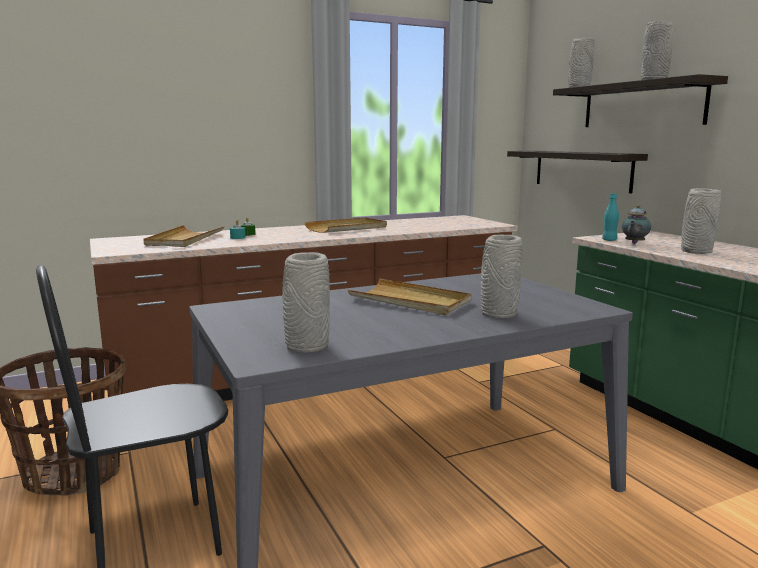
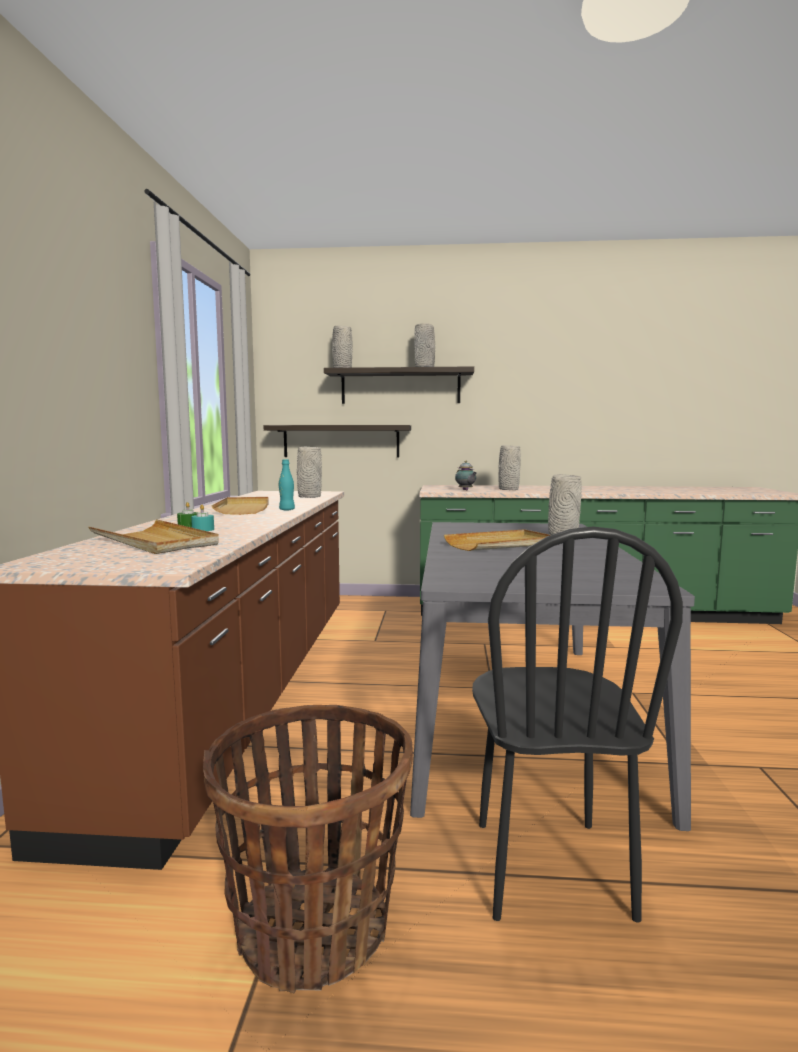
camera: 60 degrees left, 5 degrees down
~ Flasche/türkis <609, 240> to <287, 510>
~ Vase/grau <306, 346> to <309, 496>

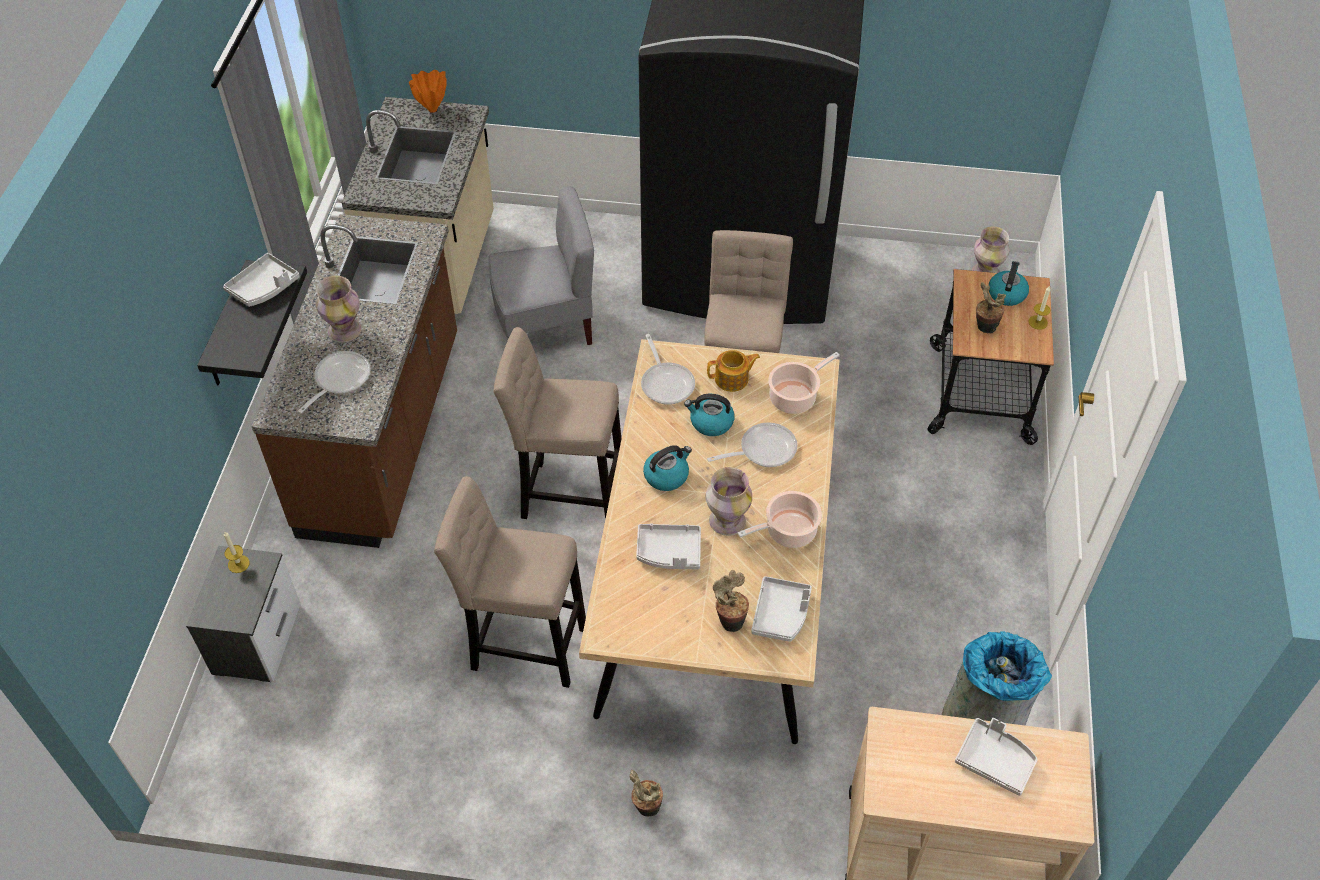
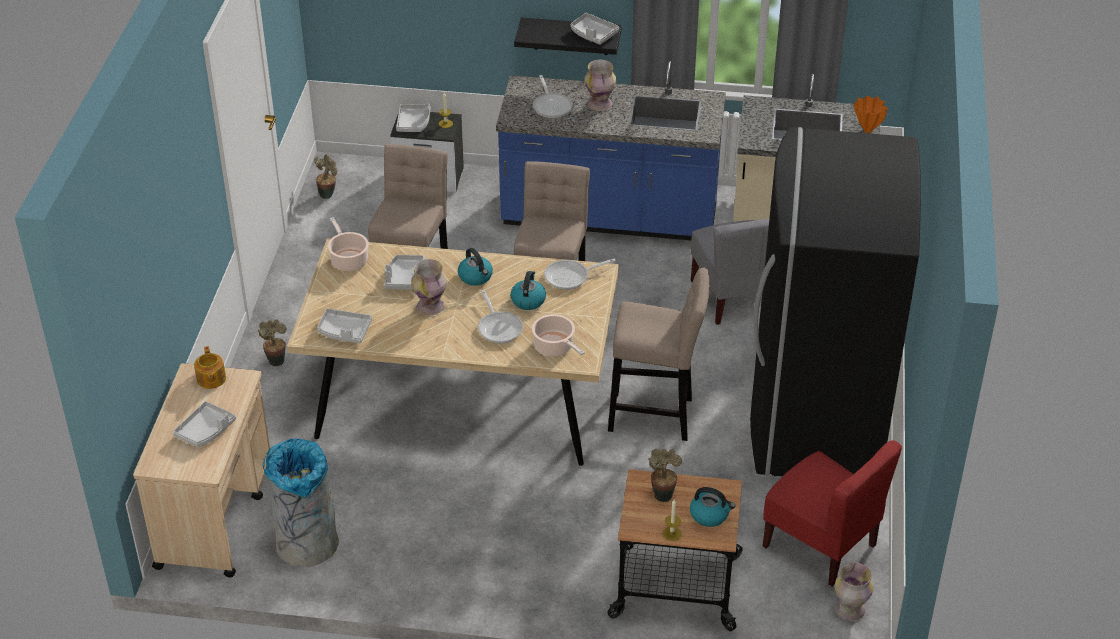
camera: 90 degrees right, 10 degrees down
~ Küchenzeile/braun <384, 436> to Küchenzeile/blau <609, 218>
~ Teekanne <732, 379> to <211, 379>
~ Pfanne <339, 380> = <551, 106> 45 degrees clockwise
~ Kochtopf <788, 531> to <348, 260>
~ Topfpflanze <729, 620> to <328, 194>
+ Tablett/grau <414, 123>
+ Stuhl/rot <821, 545>

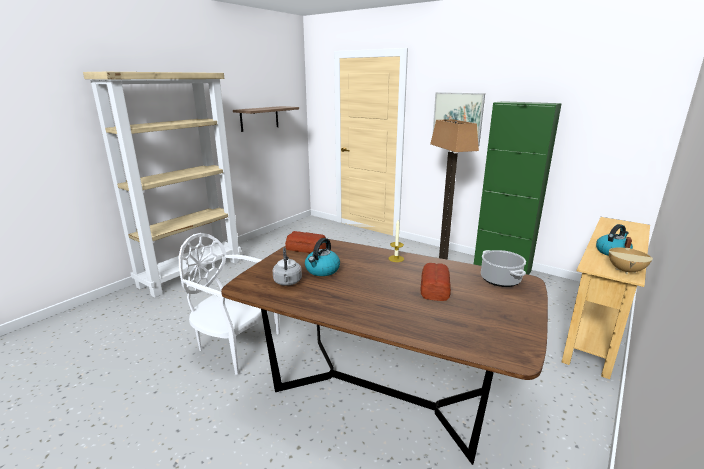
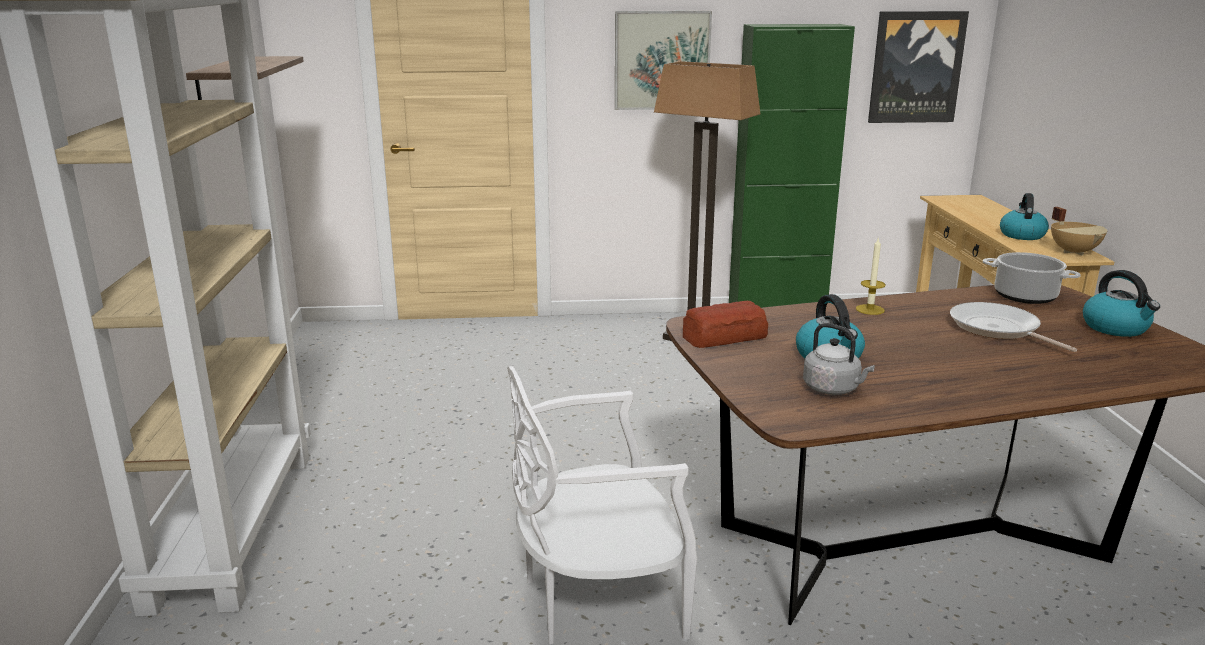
camera: 40 degrees left, 0 degrees up
~ Brot <434, 288> to Pfanne <997, 329>
+ Bild <916, 67>
+ Wasserkessel <1116, 328>

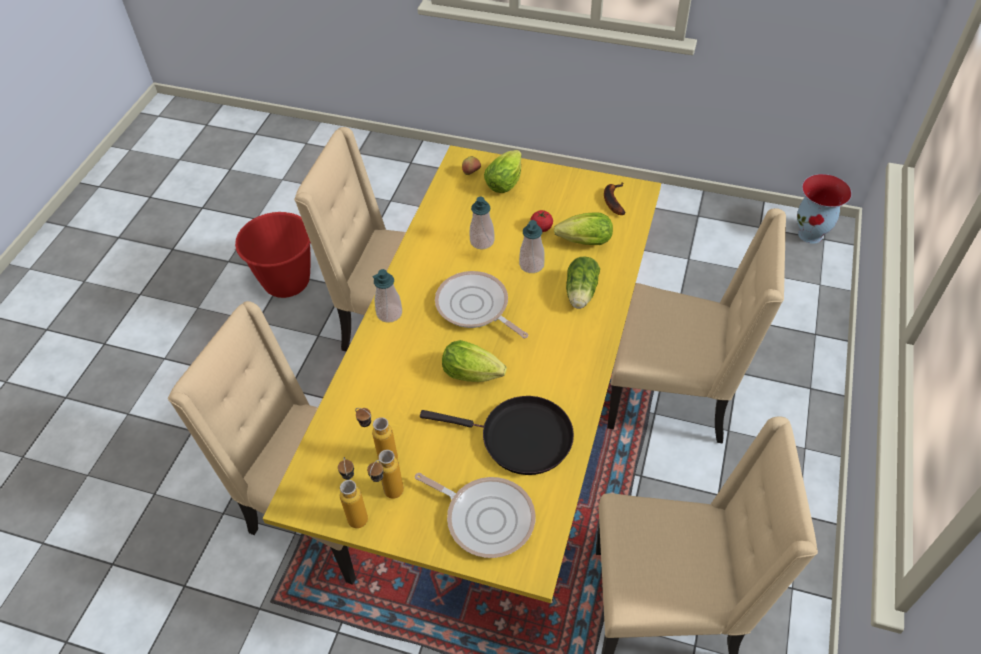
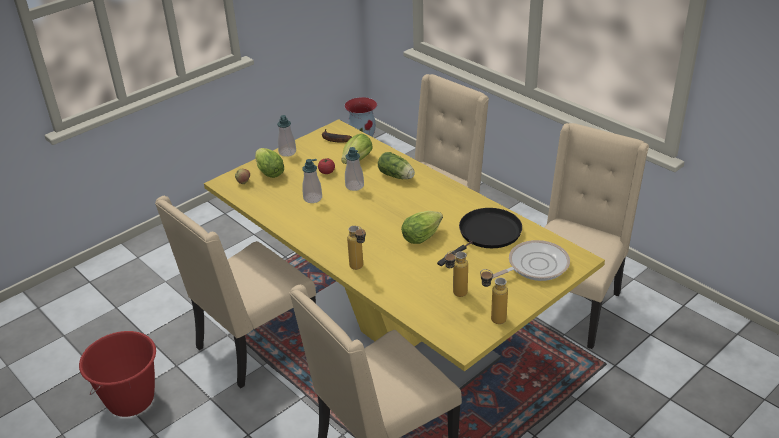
camera: 60 degrees left, 15 degrees down
~ Seifenspender <389, 313> to <287, 152>
- Pfanne <475, 307>
~ Flasche <389, 497> to <359, 269>

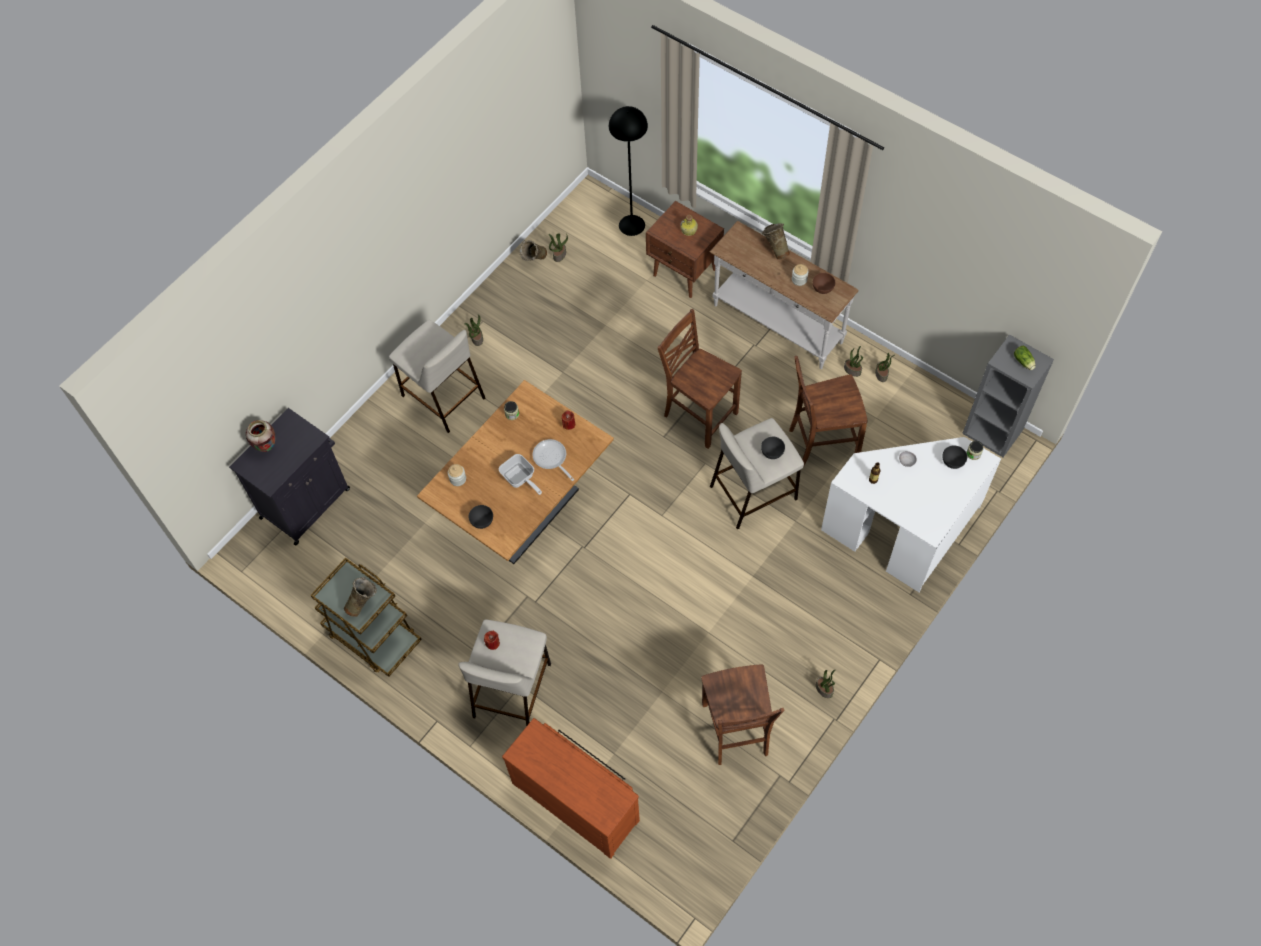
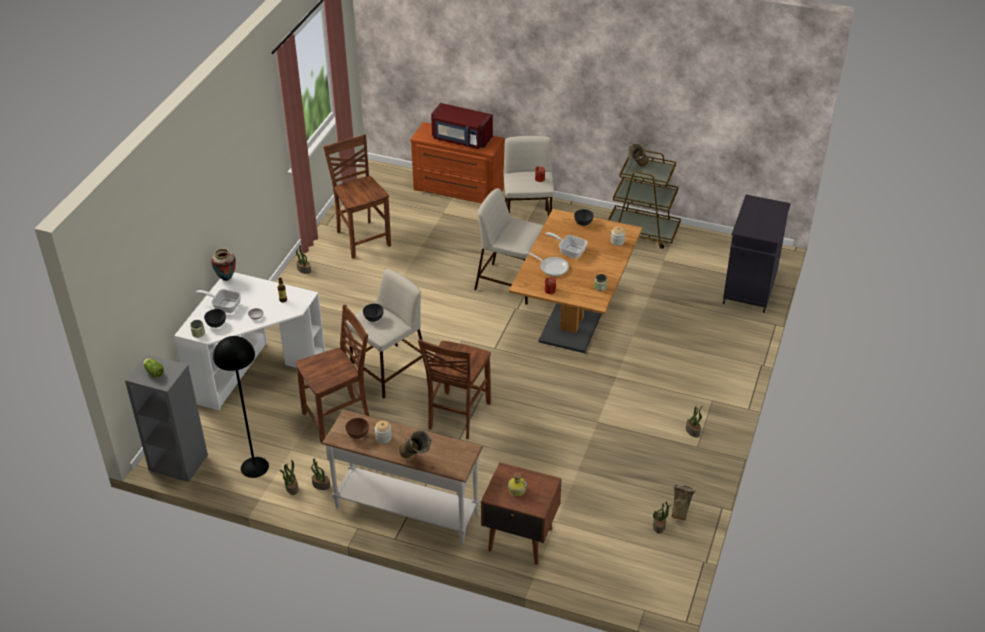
camera: 160 degrees right, 20 degrees down
~ Stehlampe/schwarz <632, 225> to <254, 467>
~ Stuhl/braun <699, 414> = <457, 416> 90 degrees clockwise
~ Hocker/beige <442, 396> to <510, 283>
~ Vase <267, 447> to <226, 278>
+ Mikrowelle/rot <461, 139>
+ Pfanne <224, 306>

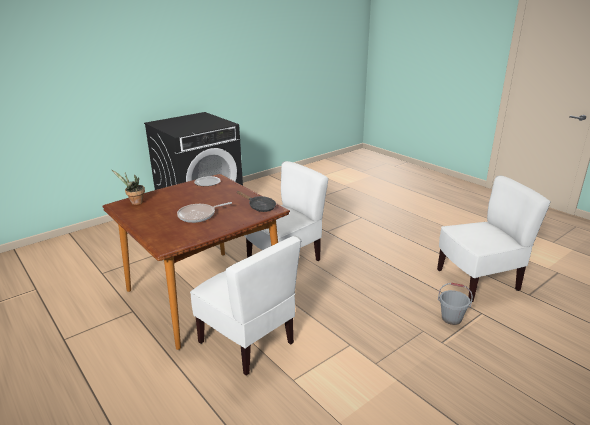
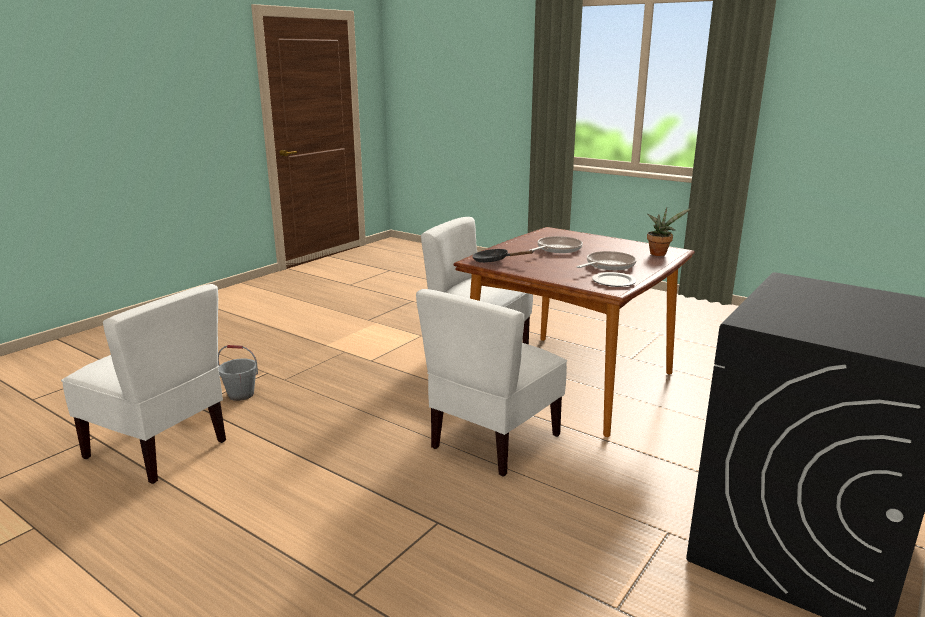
camera: 165 degrees right, 5 degrees down
~ Stuhl/weiß <478, 281> = <159, 448> 120 degrees counterclockwise
+ Pfanne <608, 265>

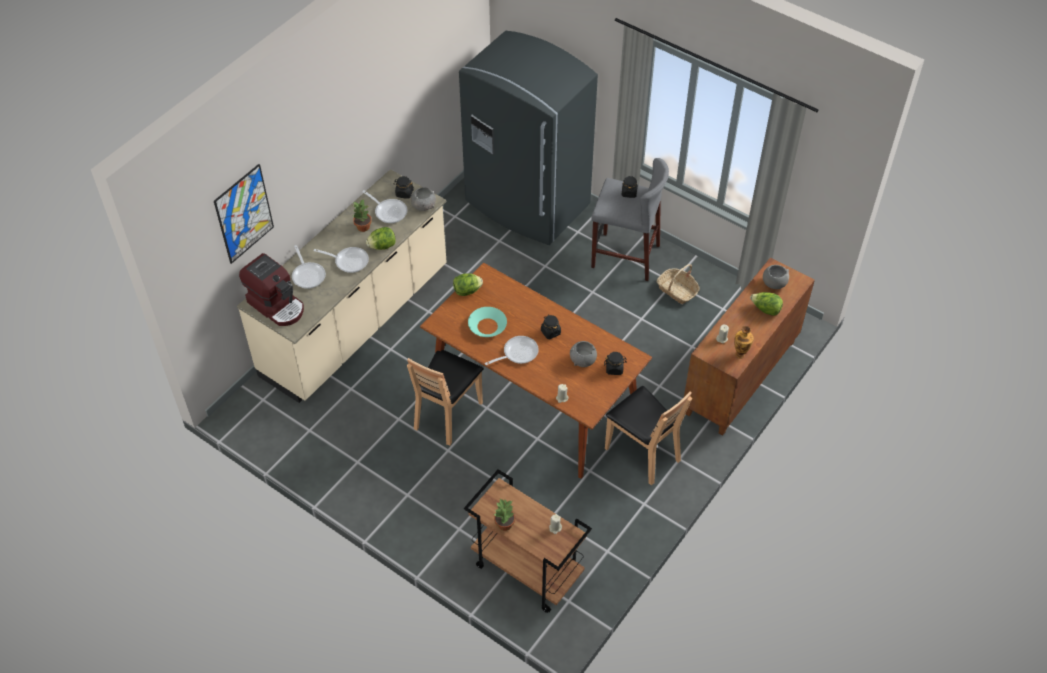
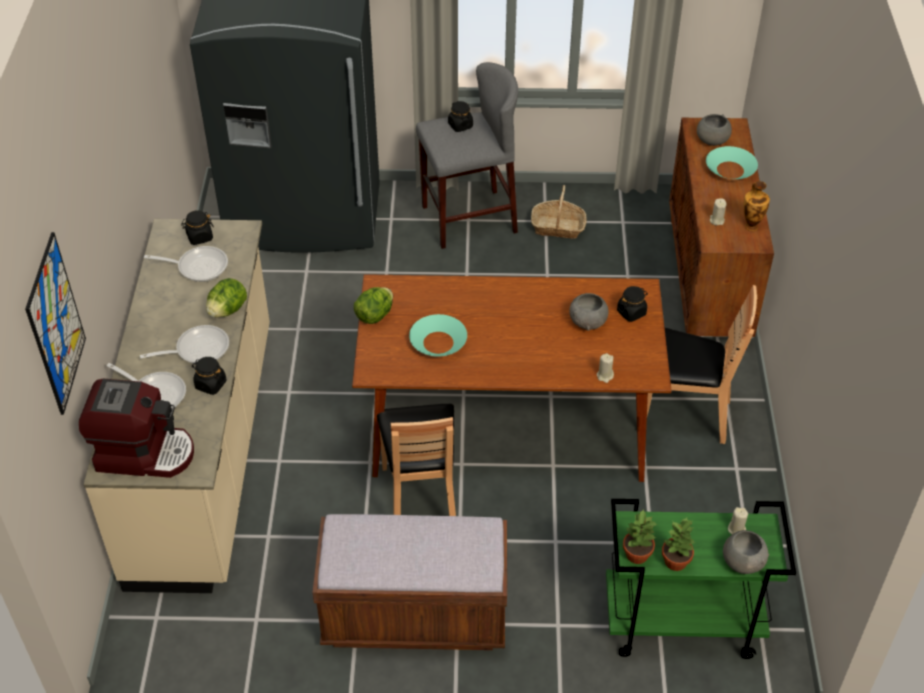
camera: 35 degrees left, 5 degrees down
~ Schüssel/grau <424, 206> to <742, 562>
~ Topfpflanze <363, 227> to <636, 555>
~ Salatkopf <765, 309> to Schüssel/türkis <730, 170>
~ Vorratsglas/schwarz <550, 332> to <210, 384>
- Pfanne <517, 353>
~ Rollwagen/braun <526, 570> to Rollwagen/grün <680, 624>
+ Bank/braun <414, 615>

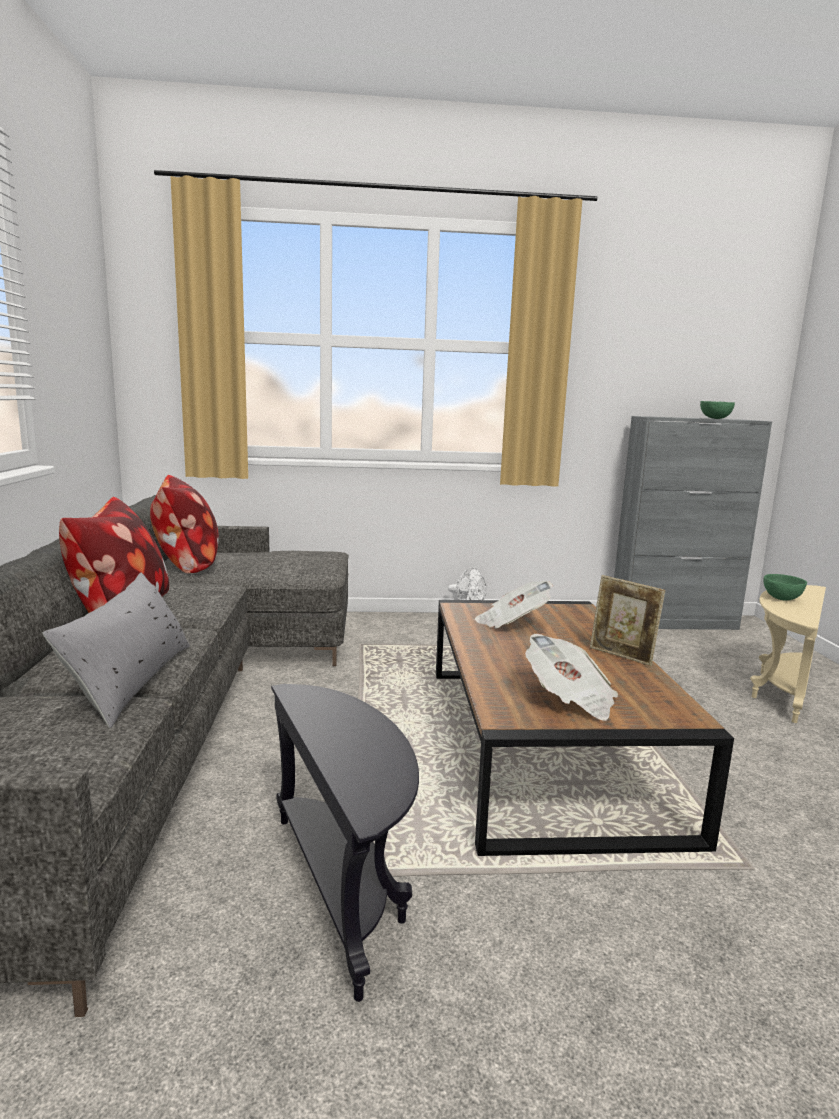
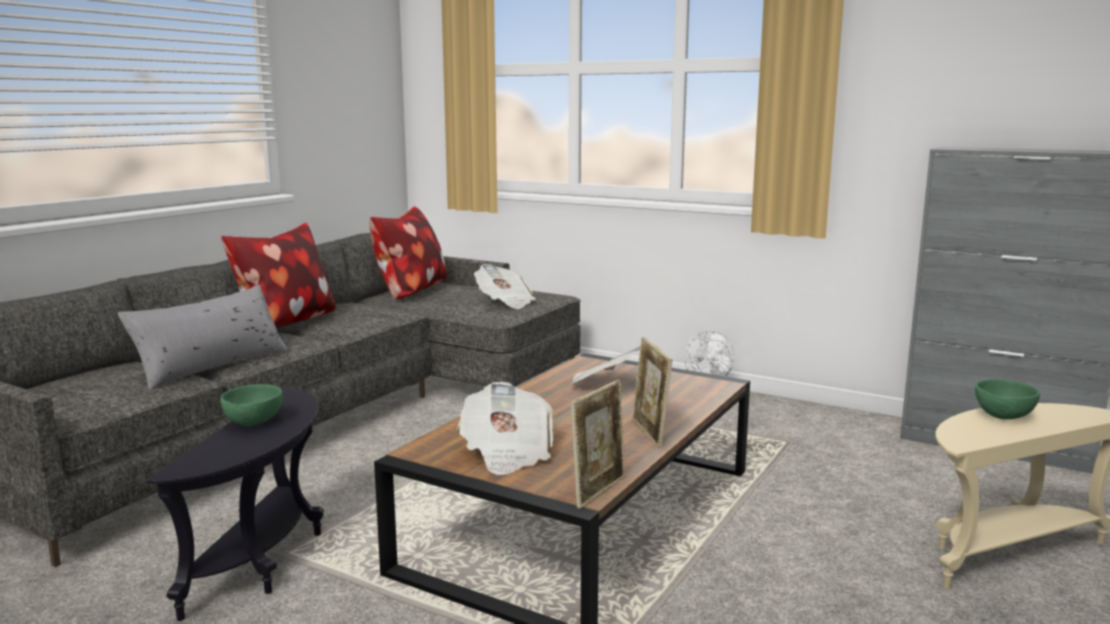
camera: 35 degrees right, 0 degrees up
~ Schüssel/grün <715, 418> to <252, 422>
+ Zeitung <505, 303>
+ Bilderrahmen <598, 491>

